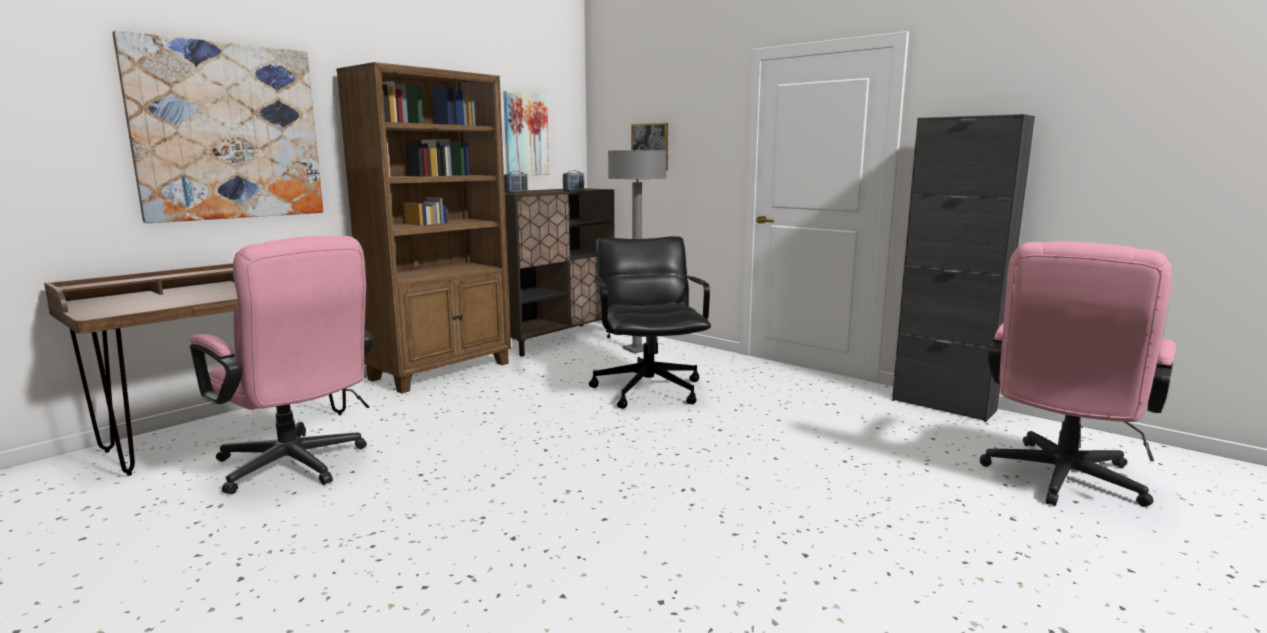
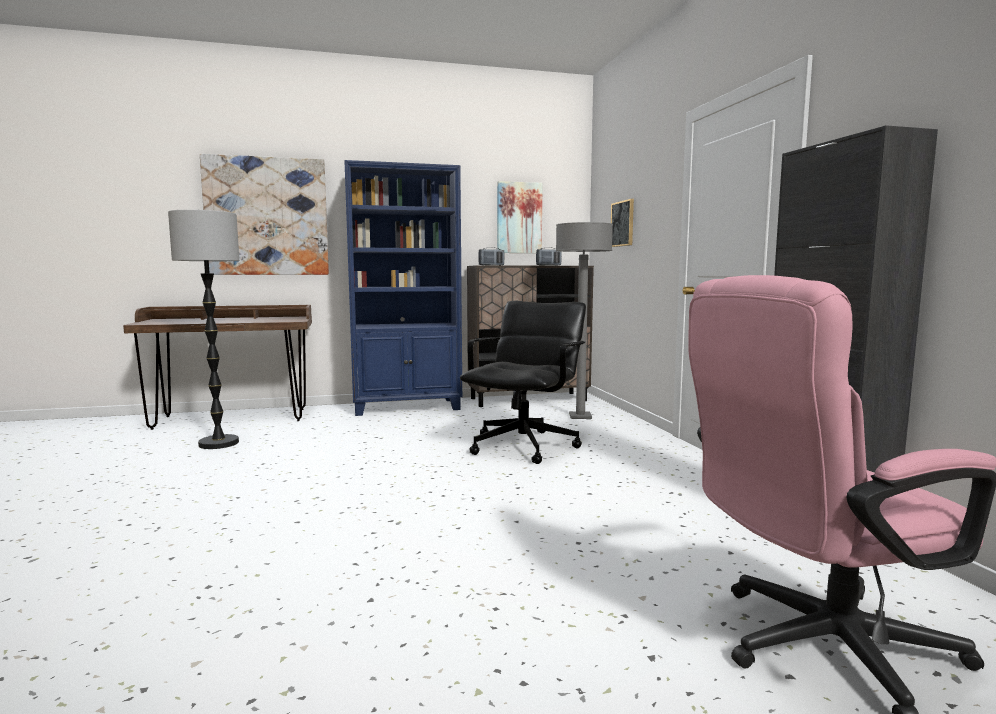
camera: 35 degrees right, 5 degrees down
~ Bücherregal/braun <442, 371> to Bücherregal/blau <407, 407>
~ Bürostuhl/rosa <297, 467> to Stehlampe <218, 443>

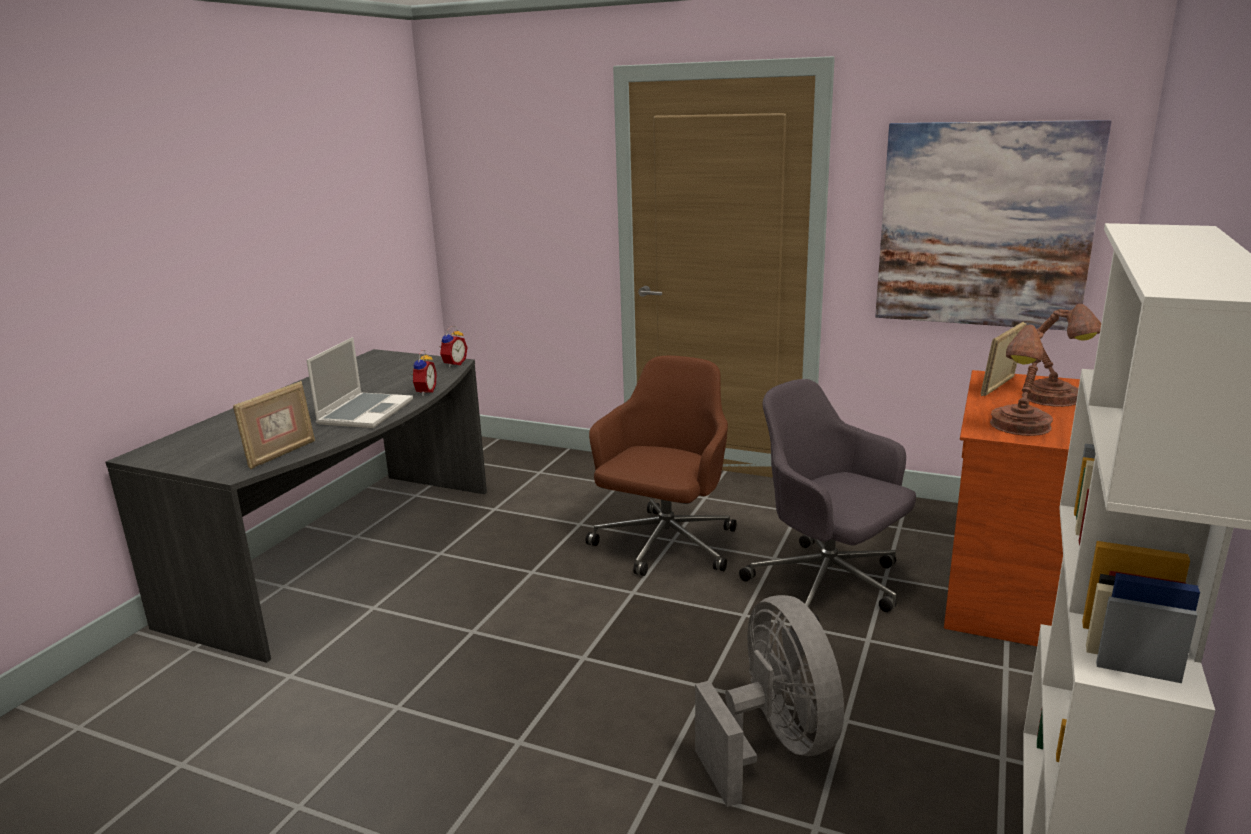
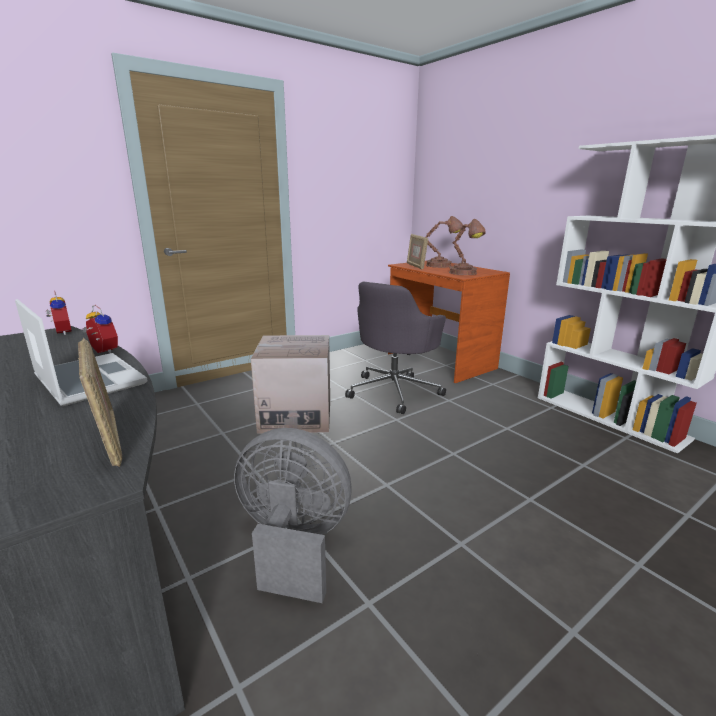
camera: 60 degrees left, 0 degrees up
- Bild <984, 225>
~ Bürostuhl/braun <664, 546> to Karton <296, 415>
~ Bürostuhl/grau <828, 585> = <394, 391> 45 degrees counterclockwise
~ Ventilator/grau <773, 745> to <293, 544>

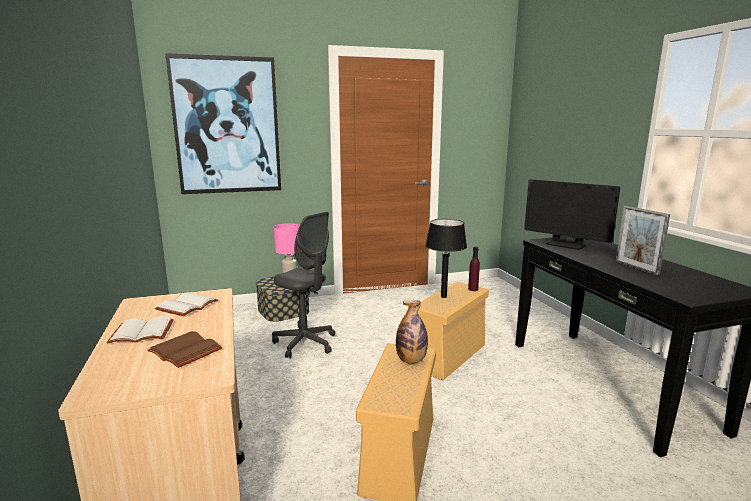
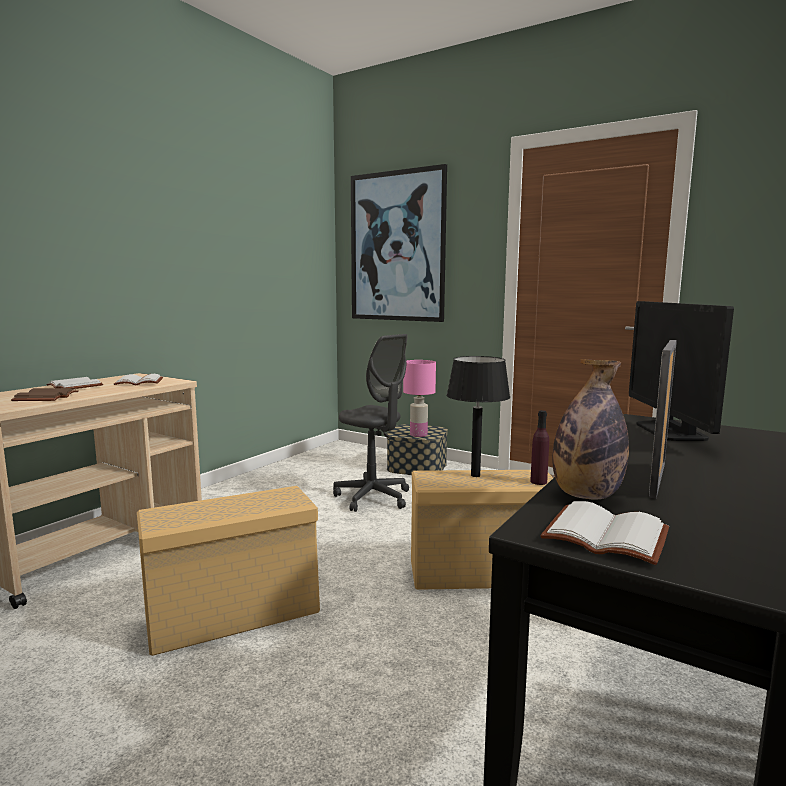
camera: 50 degrees right, 5 degrees down
~ Bürostuhl/grau <305, 343> = <373, 498> 45 degrees counterclockwise
~ Flasche <411, 360> to <586, 495>
+ Buch/weiß <602, 537>

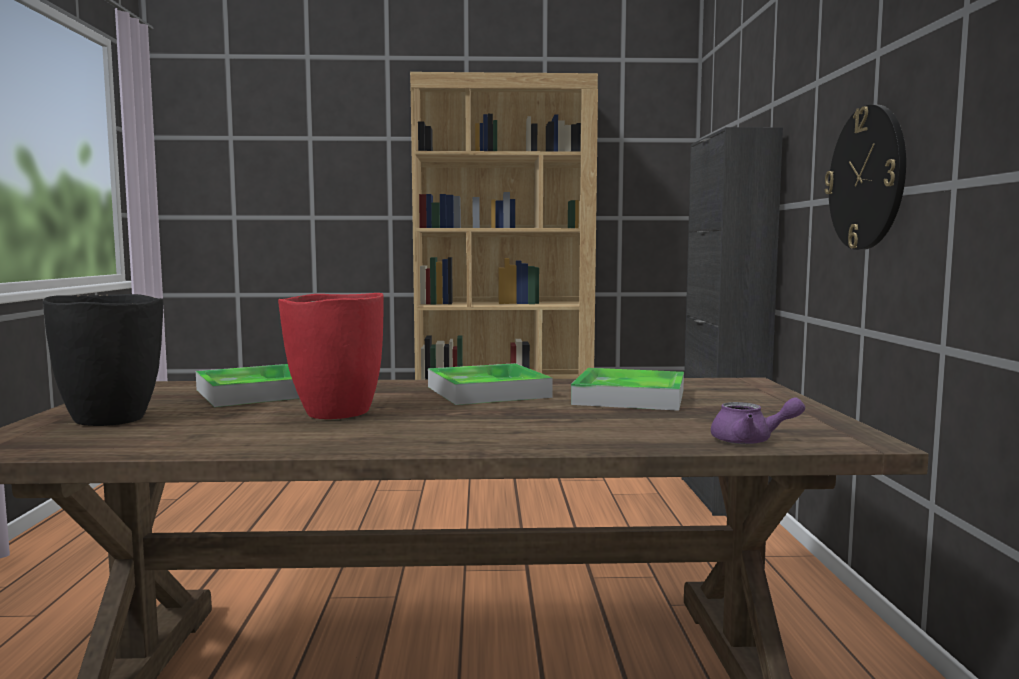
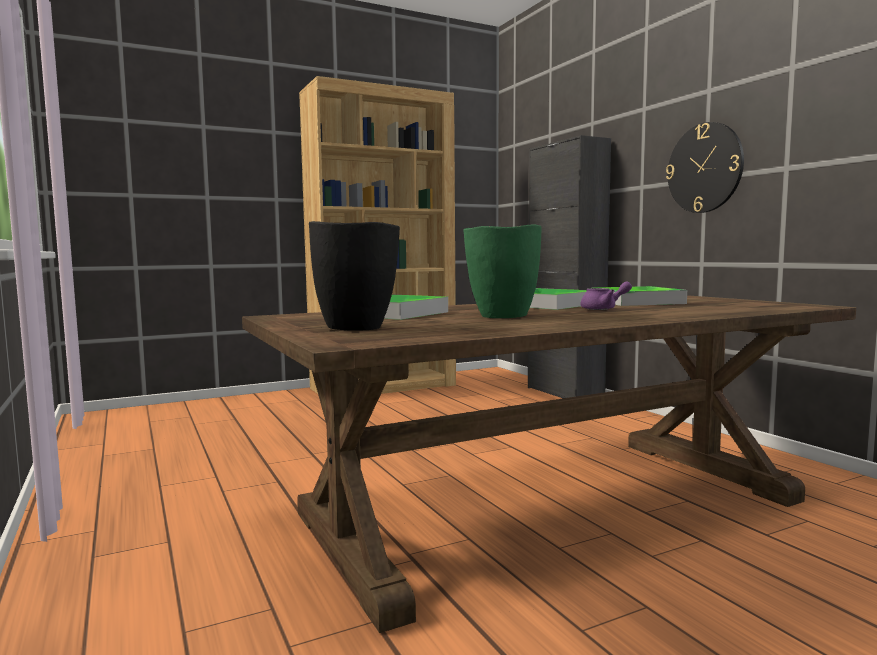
camera: 25 degrees left, 0 degrees up
~ Vase/rot <335, 413> to Vase/grün <502, 316>
~ Teekanne/lila <750, 441> to <603, 309>

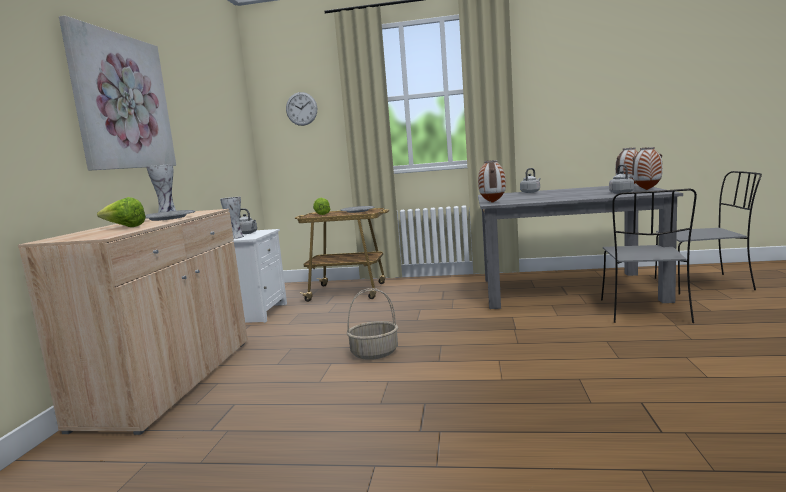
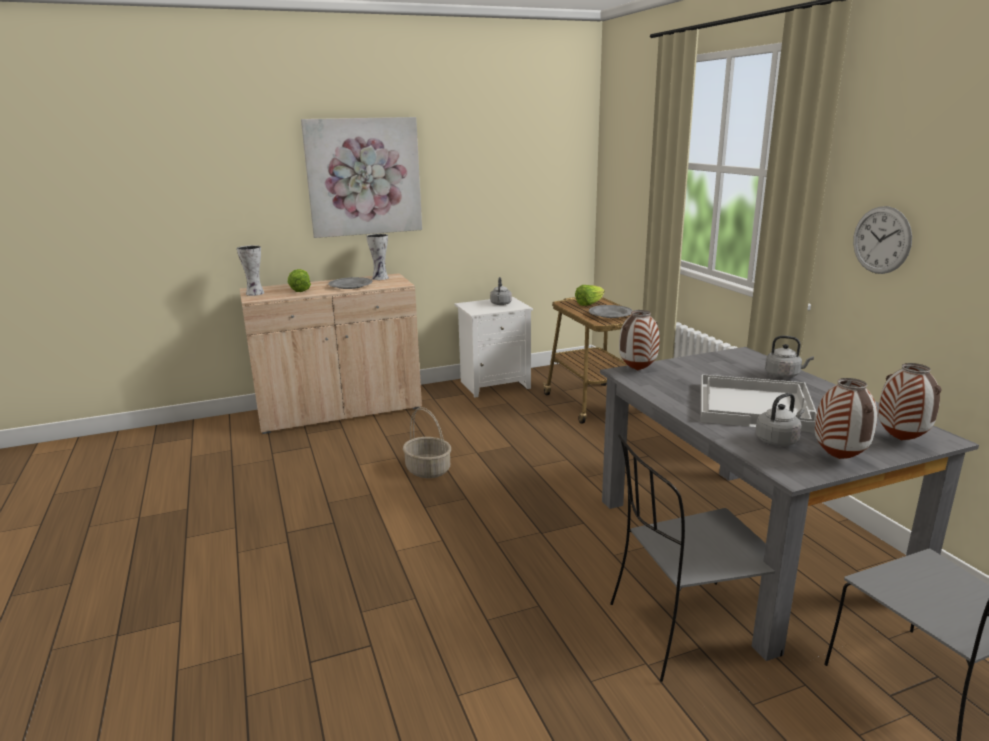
camera: 60 degrees right, 10 degrees up
~ Wanduhr <301, 109> to <881, 240>
~ Vase <236, 237> to <254, 293>
+ Tablett/weiß <755, 405>

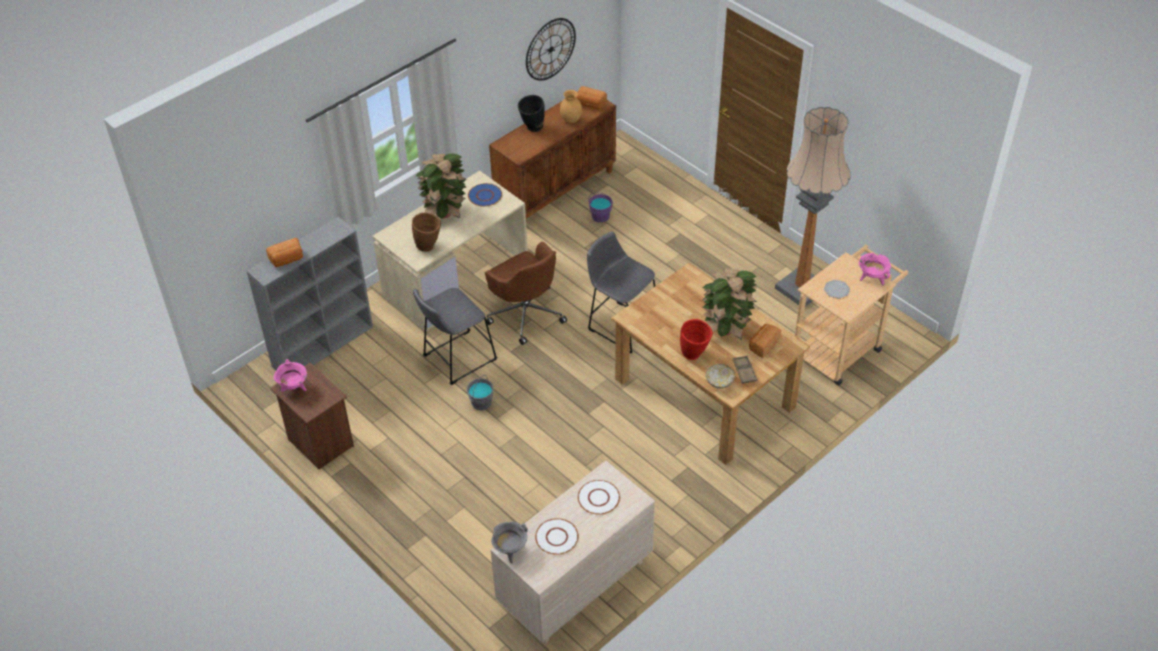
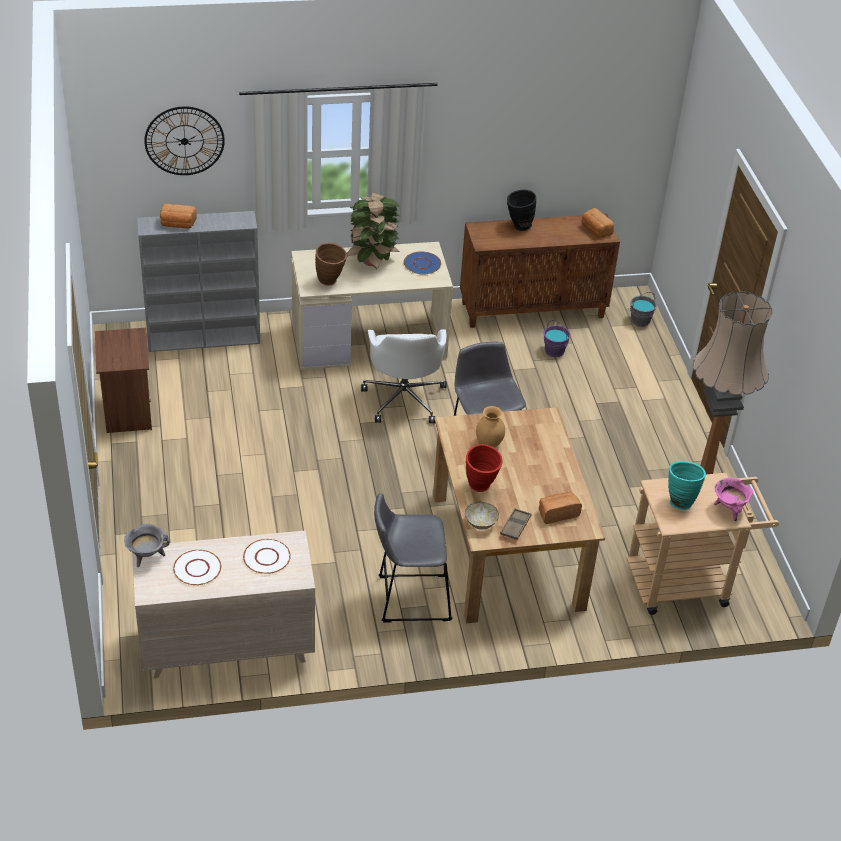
camera: 30 degrees right, 5 degrees down
~ Wanduhr <550, 49> to <184, 141>
~ Vase/braun <571, 120> to <489, 444>
~ Bürostuhl/braun <525, 313> to Bürostuhl/weiß <404, 398>
- Topfpflanze <726, 330>
~ Teller <836, 290> to Vase/türkis <680, 500>
~ Hocker/grau <456, 359> to <409, 598>
- Kochtopf/rosa <294, 388>
~ Eimer/grau <481, 402> to <640, 320>

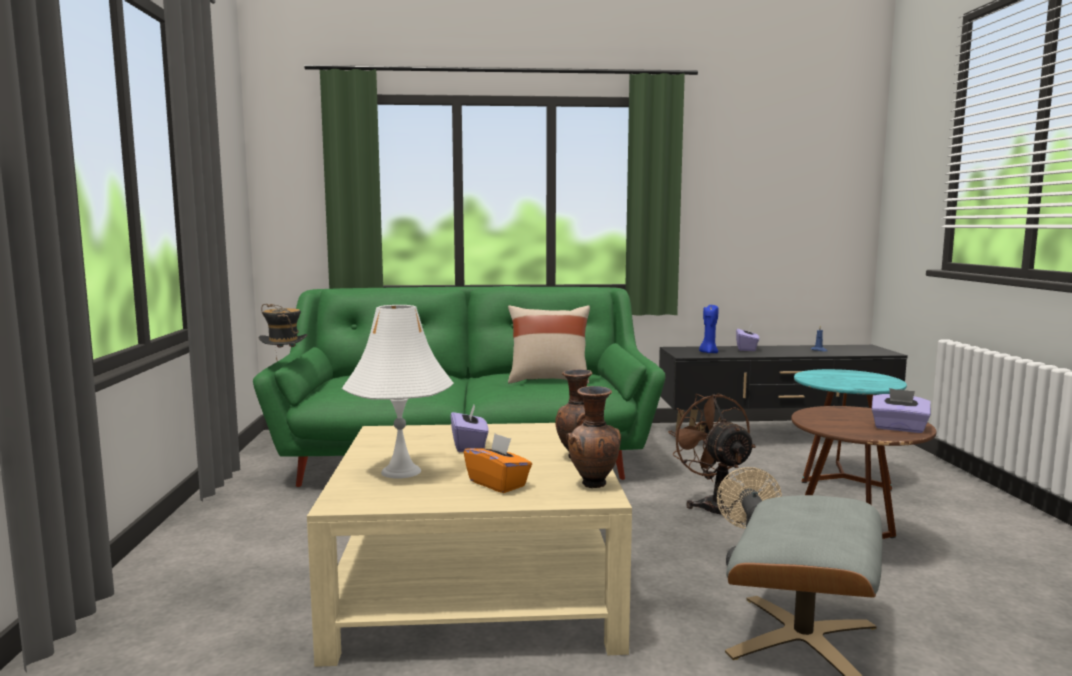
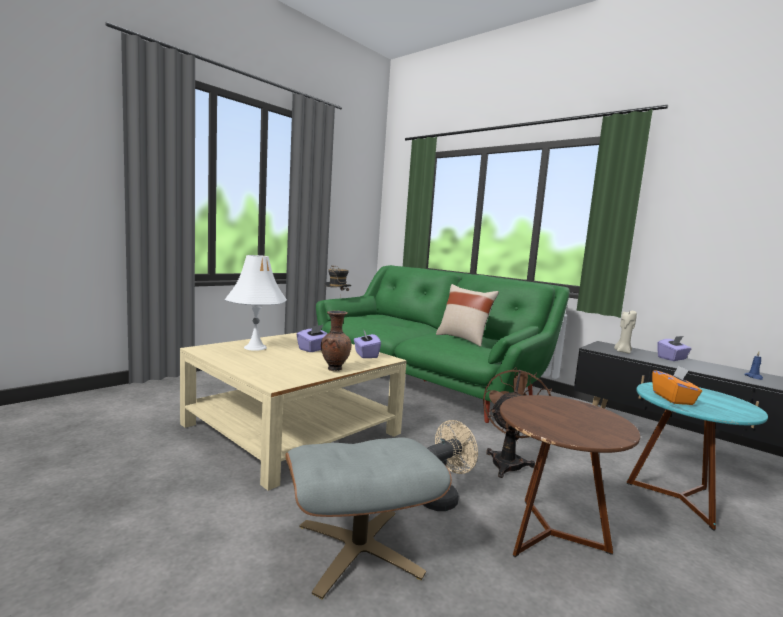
camera: 45 degrees right, 0 degrees up
~ Kerze/blau <708, 352> to Kerze/beige <622, 352>
- Vase/braun <593, 485>
~ Taschentuchbox/lila <899, 428> to <365, 355>
~ Taschentuchbox/orange <498, 484> to <673, 398>

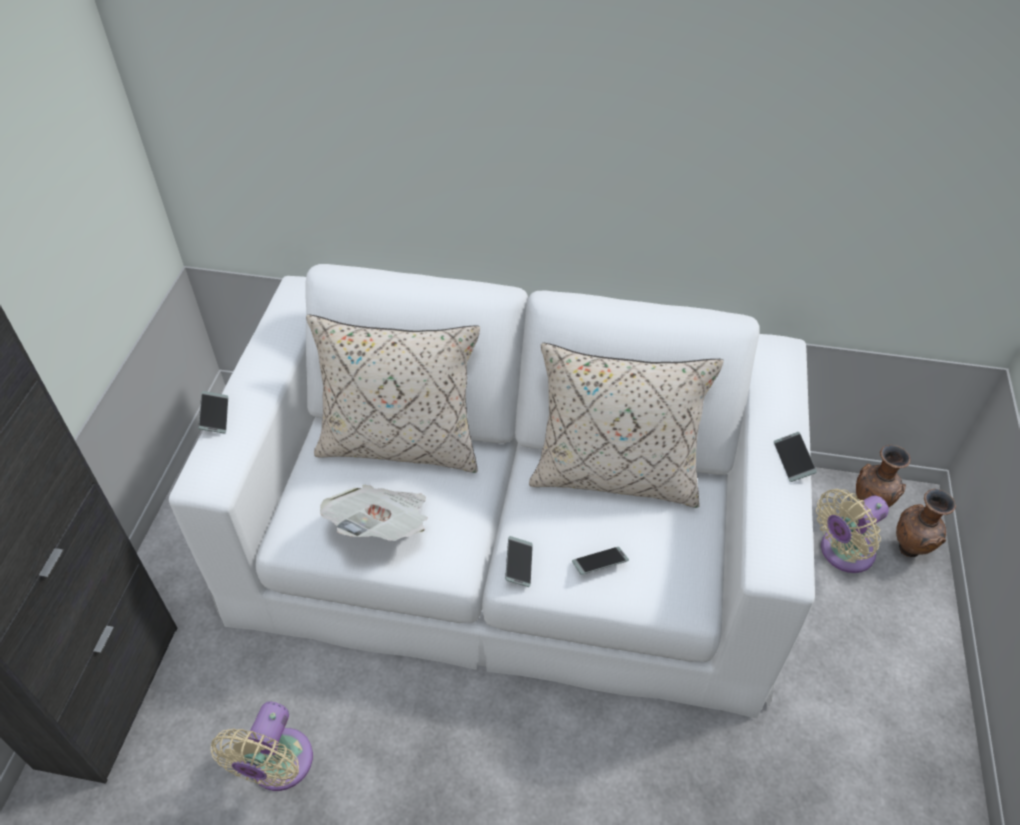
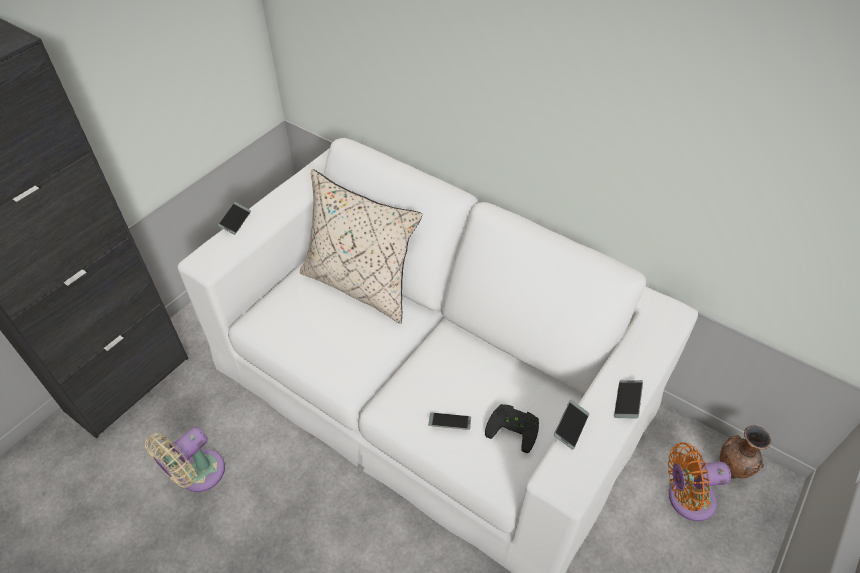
camera: 25 degrees right, 0 degrees up
- Kissen/beige <615, 475>
- Zeitung <382, 527>
~ Ventilator/beige <842, 552> to Ventilator/orange <686, 499>
- Vase/braun <910, 550>
~ Handy <519, 564> to <570, 427>
+ Gamepad/schwarz <514, 427>

